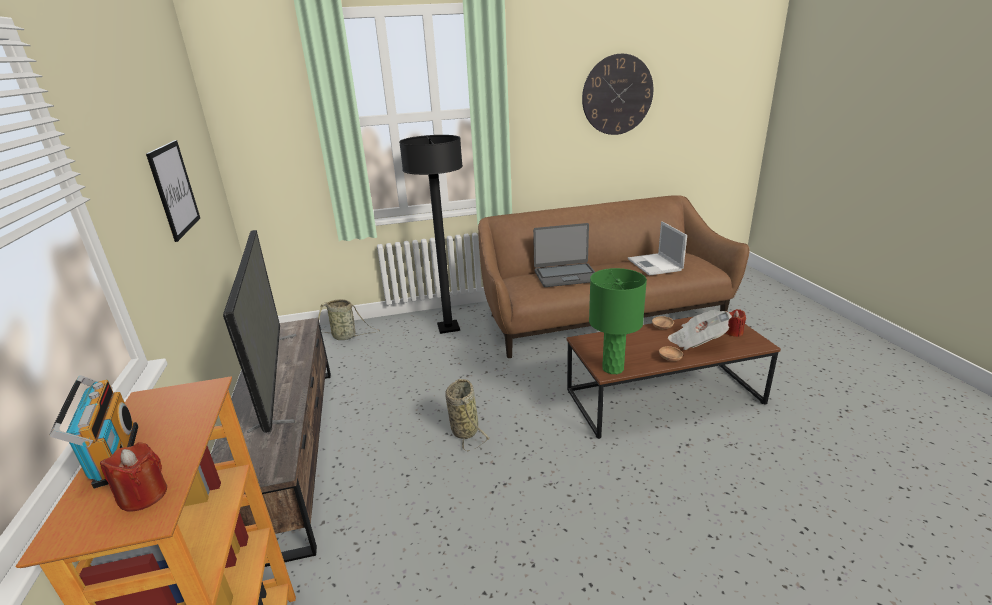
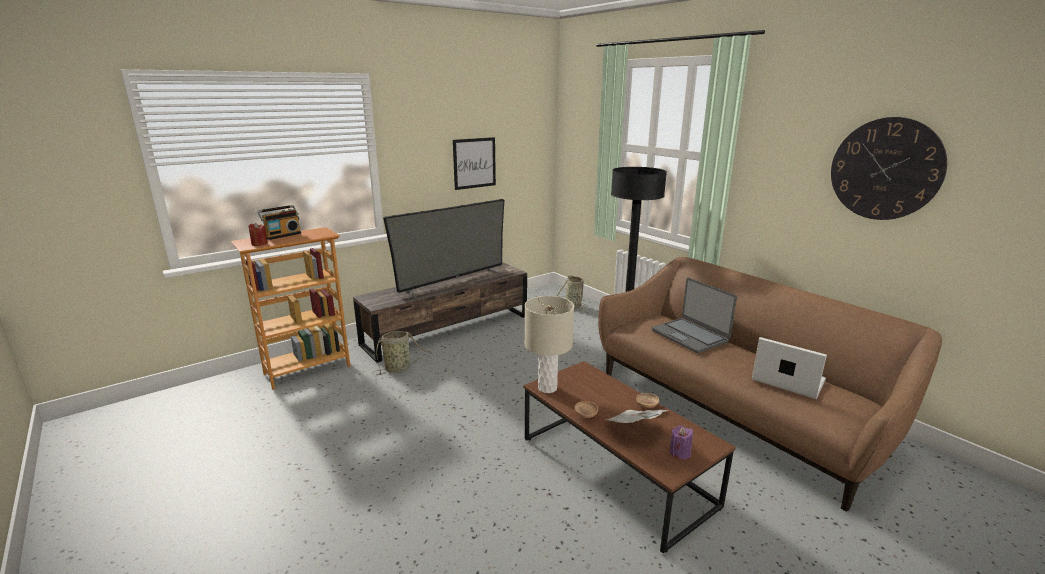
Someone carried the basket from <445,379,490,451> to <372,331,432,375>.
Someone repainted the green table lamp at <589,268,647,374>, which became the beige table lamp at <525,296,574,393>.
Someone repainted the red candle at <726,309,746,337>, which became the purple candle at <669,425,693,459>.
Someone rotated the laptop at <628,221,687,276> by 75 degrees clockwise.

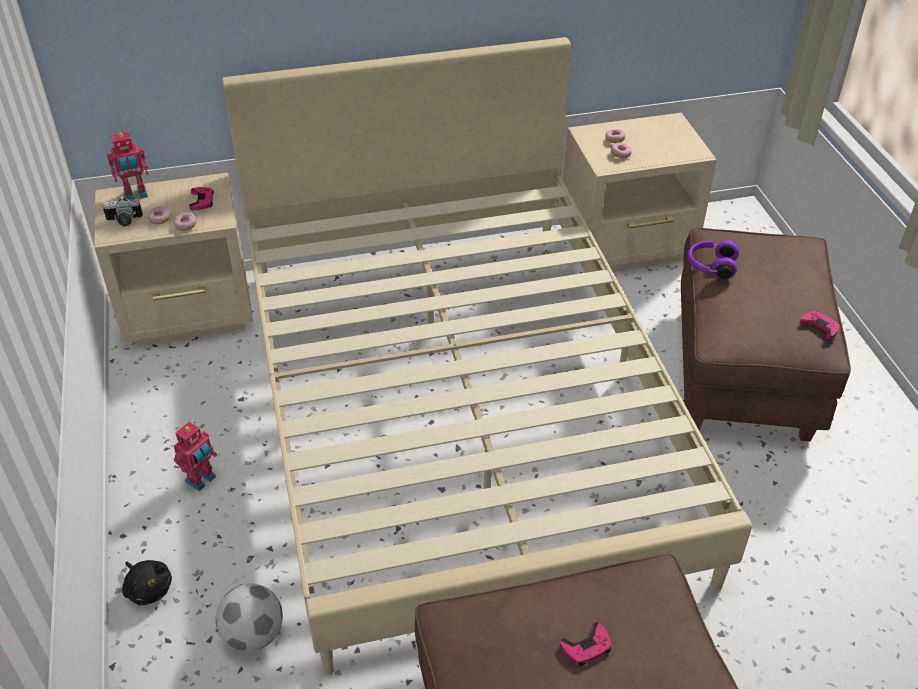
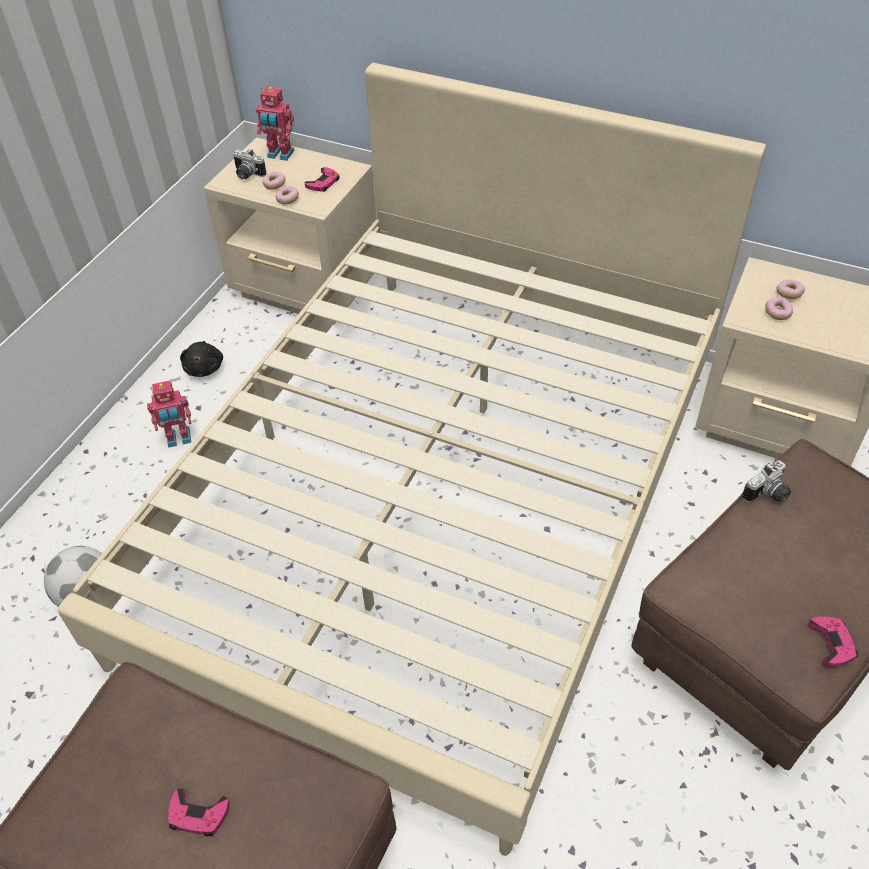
Someone carried the black plush toy from <122,560,172,605> to <180,341,223,377>.
Someone swapped the purple headphones at <687,240,739,279> for the photo camera at <742,460,791,503>.

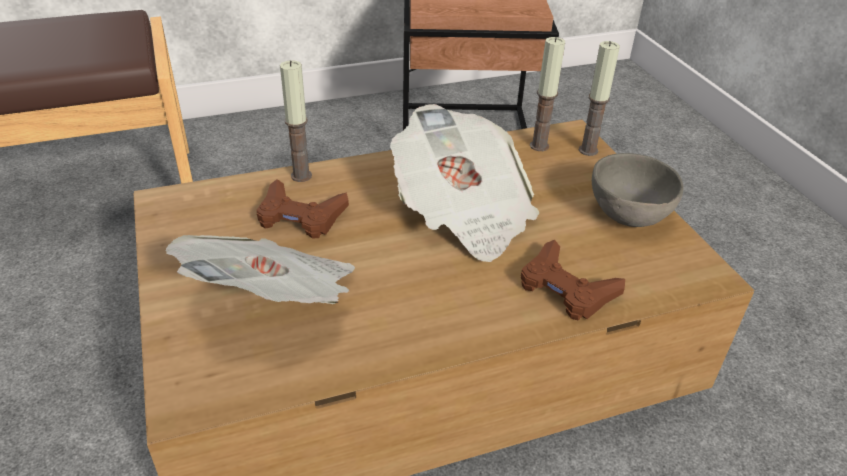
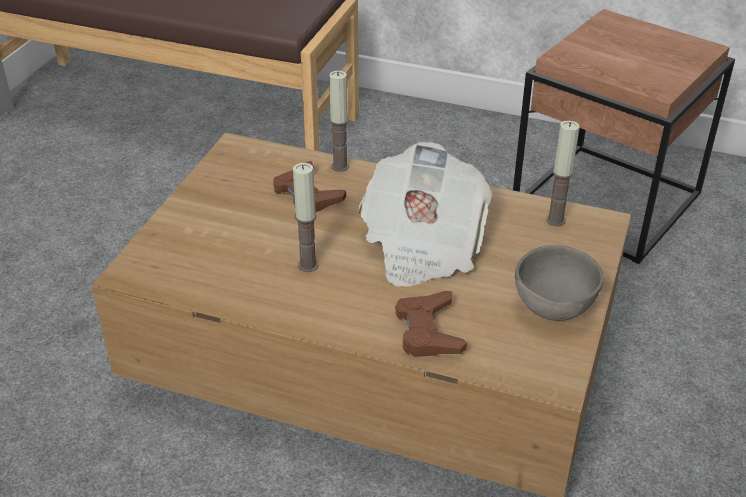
Someone carried the candle from <579,41,620,156> to <293,163,319,272>.
Someone took away the newspaper at <166,235,355,304>.

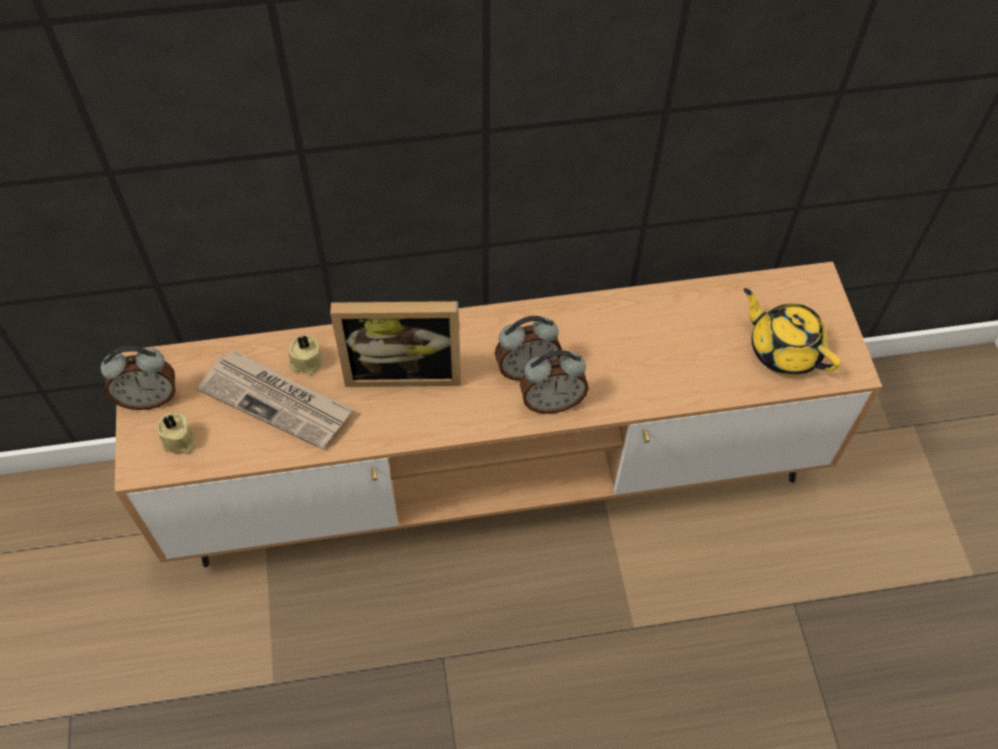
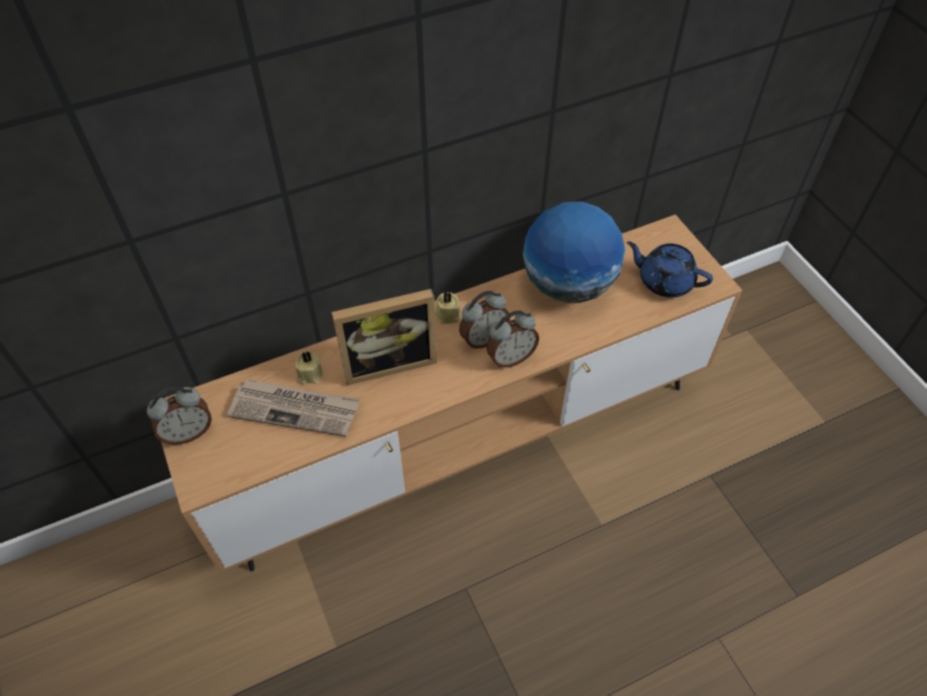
Someone carried the beige candle from <157,412,195,454> to <435,292,462,324>.
Someone put down the globe at <523,202,625,303>.
Someone repainted the yellow teapot at <744,288,841,375>, which became the blue teapot at <627,241,713,297>.

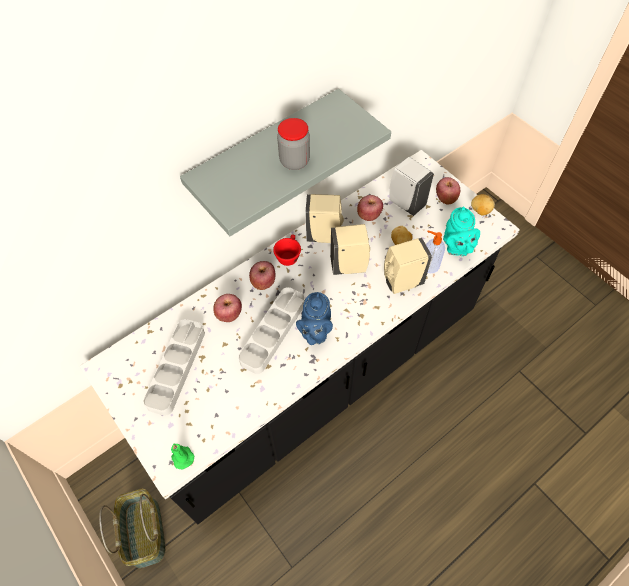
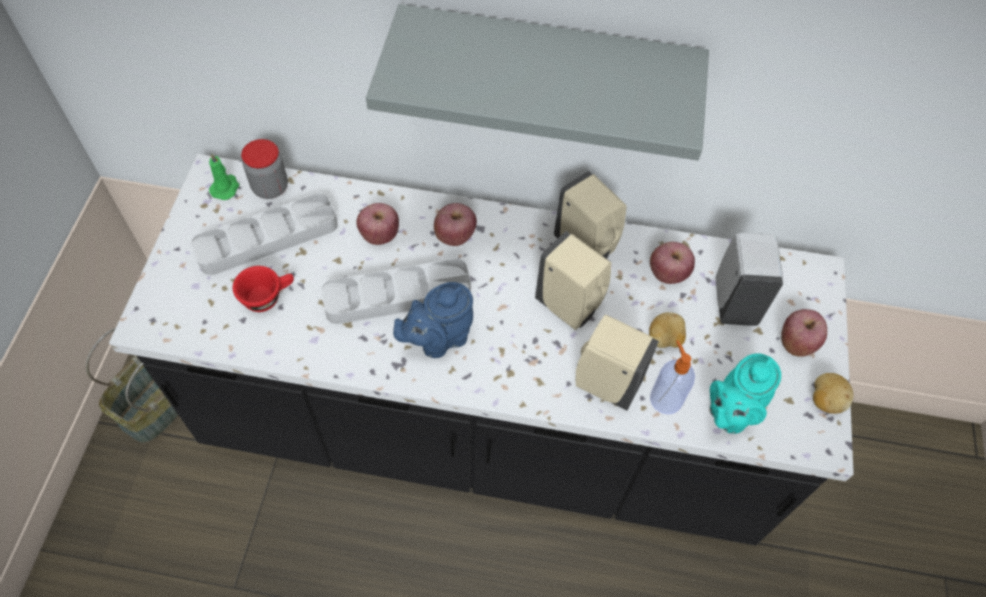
Someone carried the green candle from <171,444,194,469> to <209,153,239,200>.
Someone carried the red cup from <273,234,301,266> to <233,266,294,312>.
Someone carried the jar from <277,118,310,170> to <241,139,288,199>.

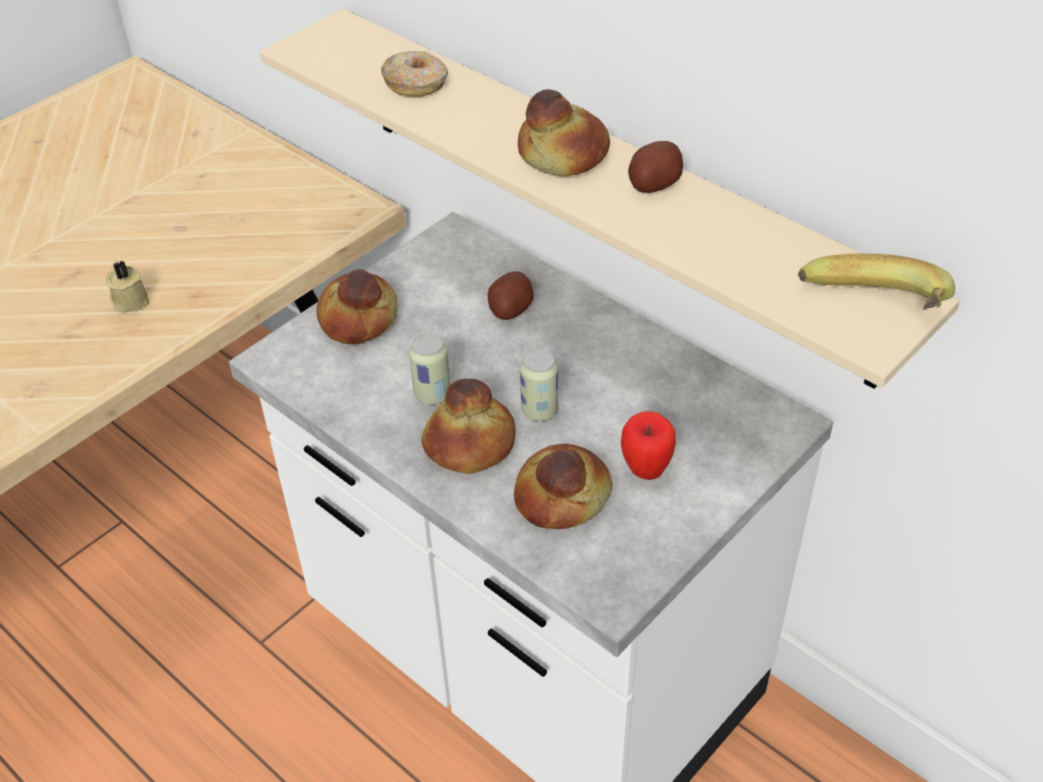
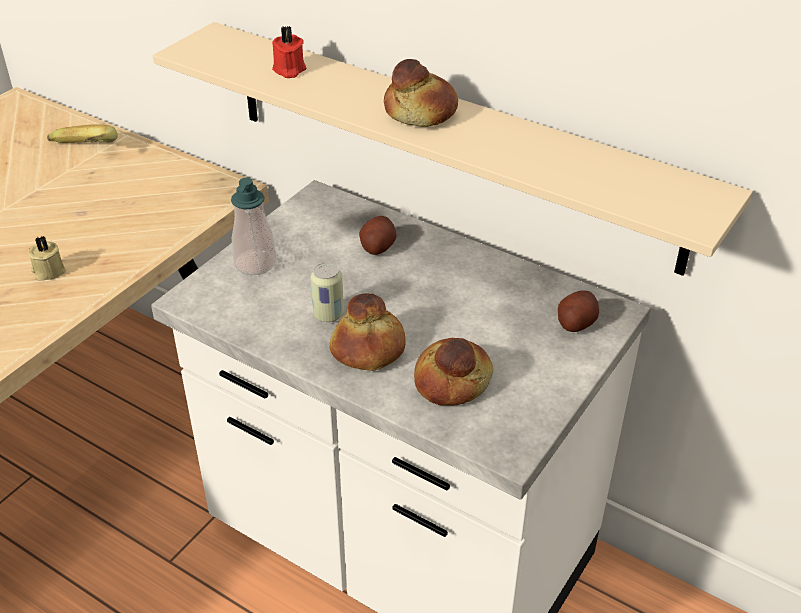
Someone carried the banana from <798,253,955,310> to <47,124,118,143>.
Someone swapped the bread at <316,269,398,344> for the soap dispenser at <231,178,276,275>.
Someone swapped the donut at <381,51,448,97> for the red candle at <272,25,306,78>.
Someone carried the potato from <628,141,683,193> to <558,290,599,332>.
Someone took away the can at <520,349,558,421>.
Someone took away the apple at <621,411,676,480>.

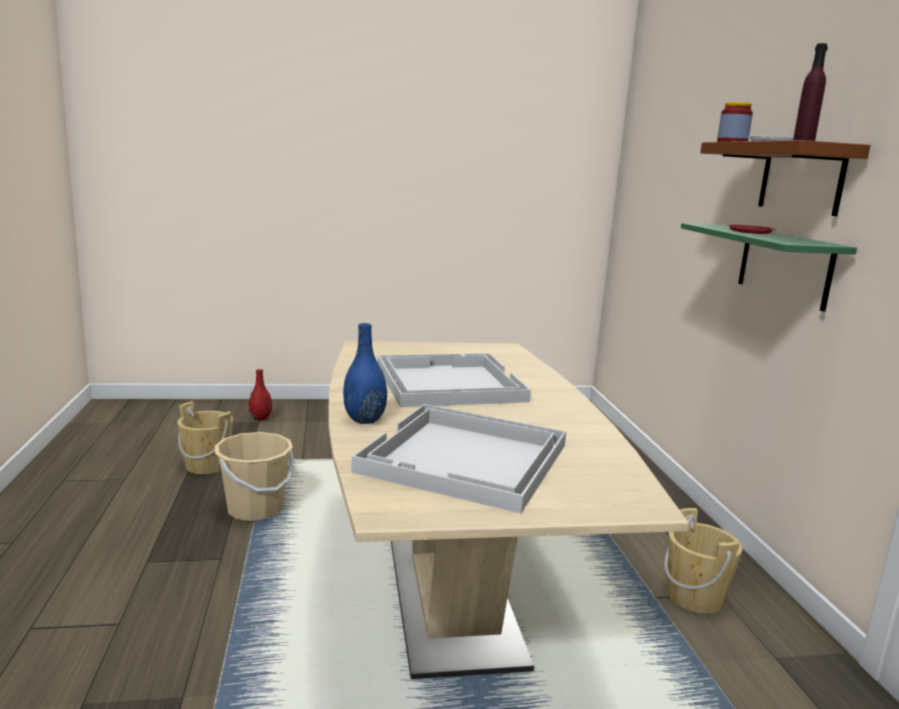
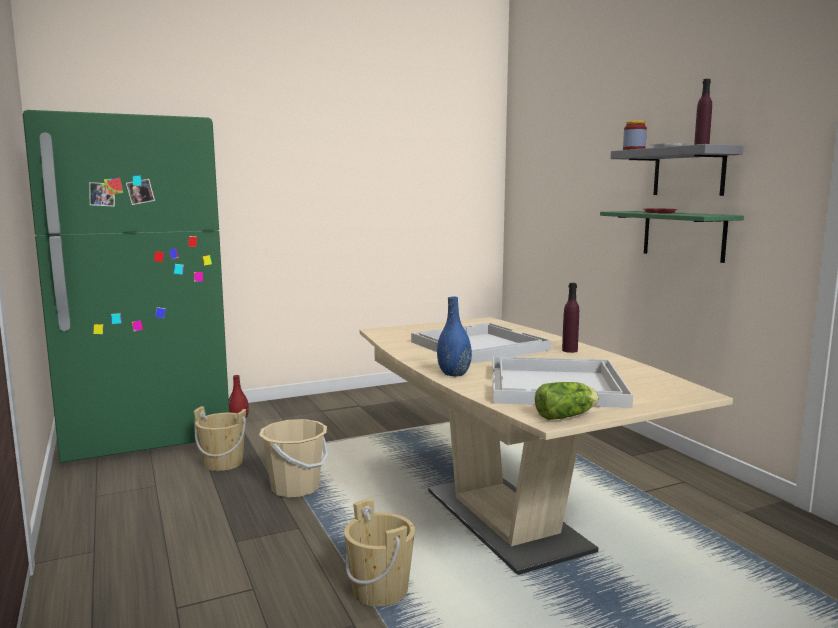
Someone put down the green fridge at <23,110,229,463>.
Someone carried the beige bucket from <665,508,742,614> to <344,498,415,606>.
Someone put down the lettuce at <535,382,599,420>.
Someone put down the purple bottle at <562,283,579,353>.
Someone repainted the brown shelf at <700,140,870,216>, which became the grey shelf at <611,144,743,196>.

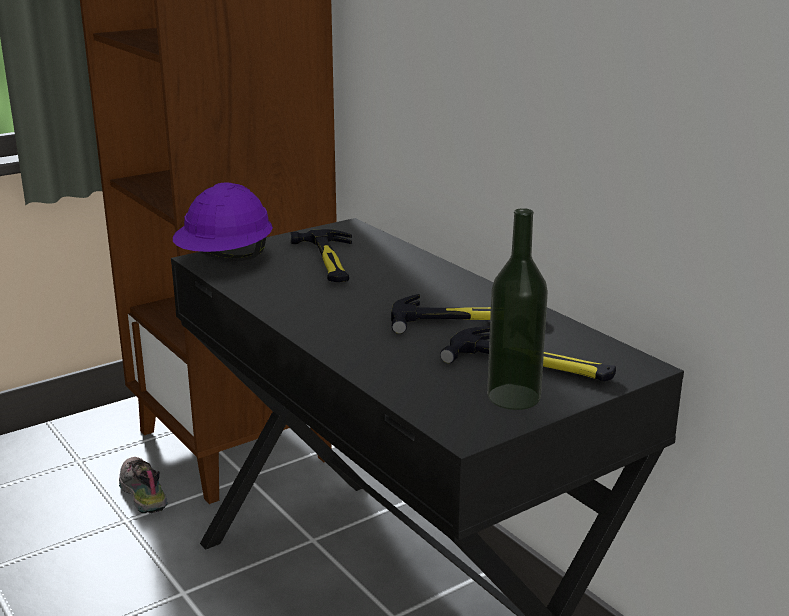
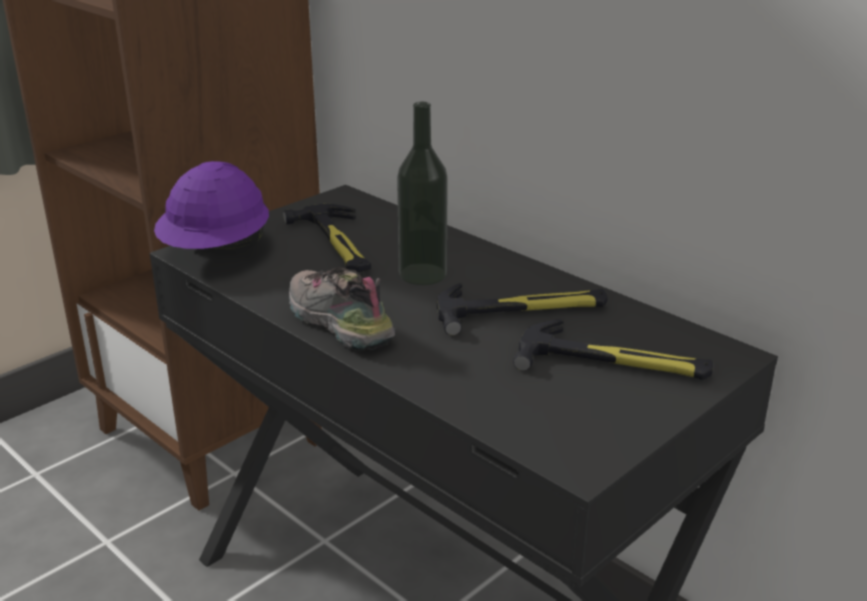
Someone carried the shoe from <119,457,168,513> to <289,267,395,351>.
Someone carried the bottle from <487,208,548,410> to <397,102,448,285>.

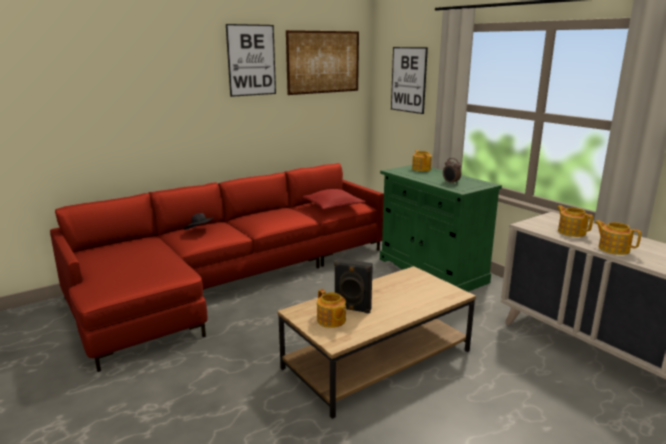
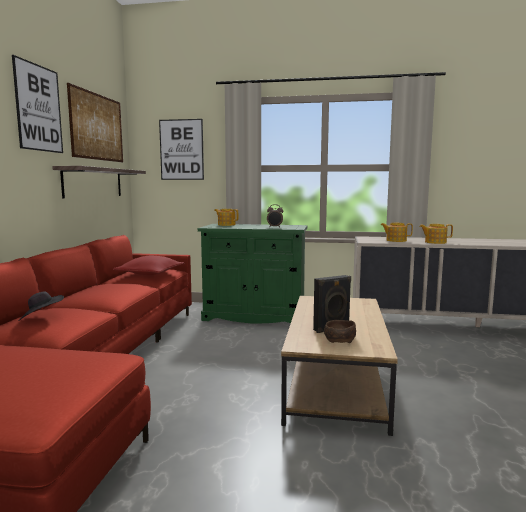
Someone put up the shelf at <52,166,146,198>.
Someone swapped the teapot at <317,289,346,328> for the brown bowl at <324,320,356,343>.

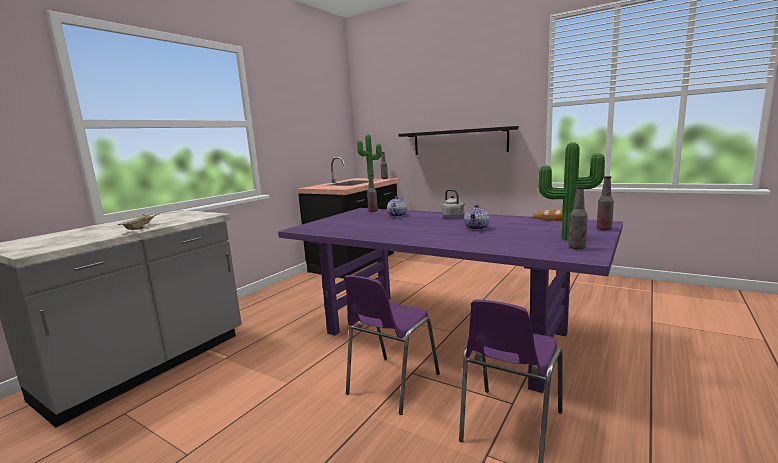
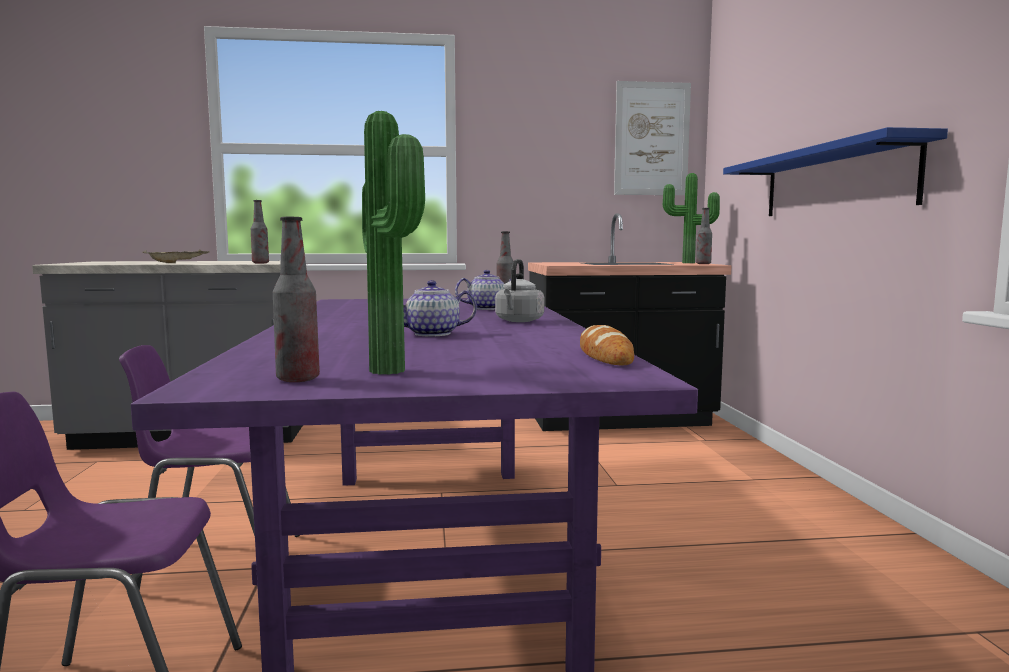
Someone carried the bottle from <597,176,614,230> to <251,200,269,263>.
Someone put up the picture at <614,81,691,195>.
Someone repainted the black shelf at <398,126,519,155>, which became the blue shelf at <723,127,948,216>.

